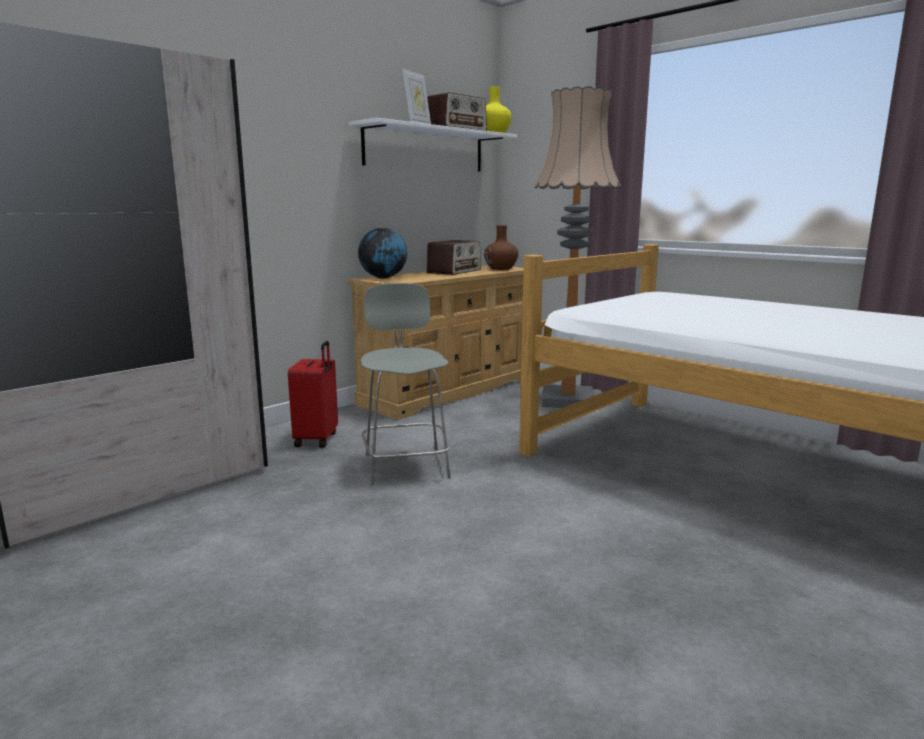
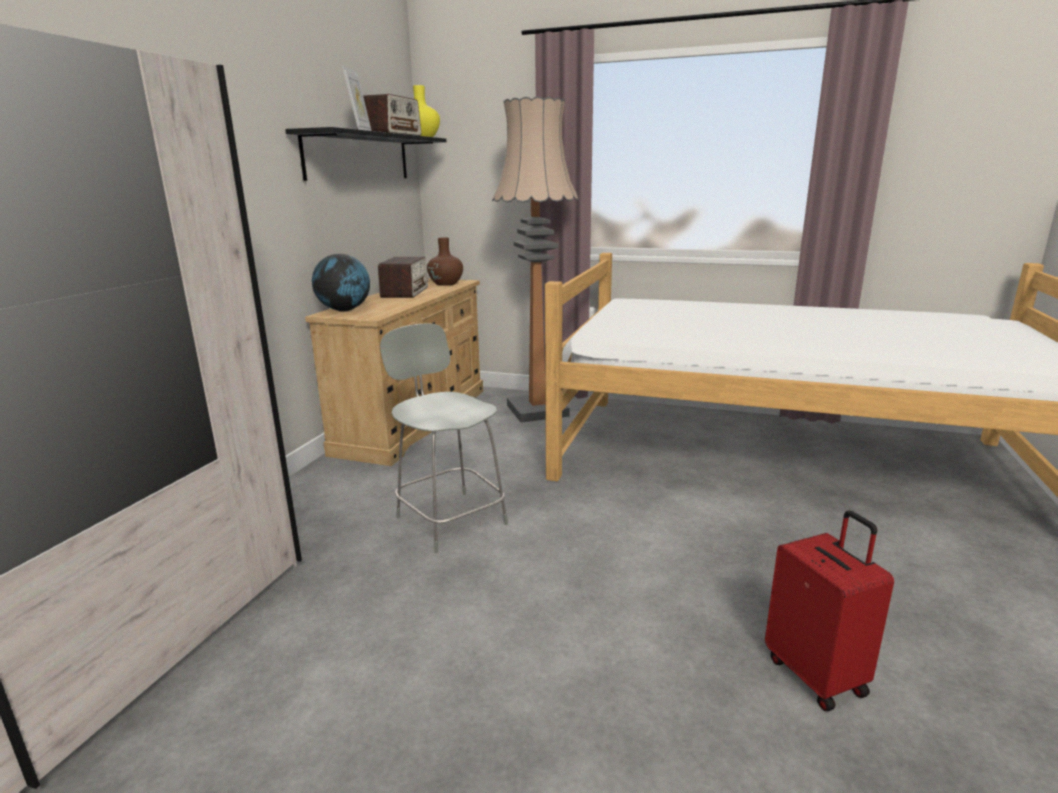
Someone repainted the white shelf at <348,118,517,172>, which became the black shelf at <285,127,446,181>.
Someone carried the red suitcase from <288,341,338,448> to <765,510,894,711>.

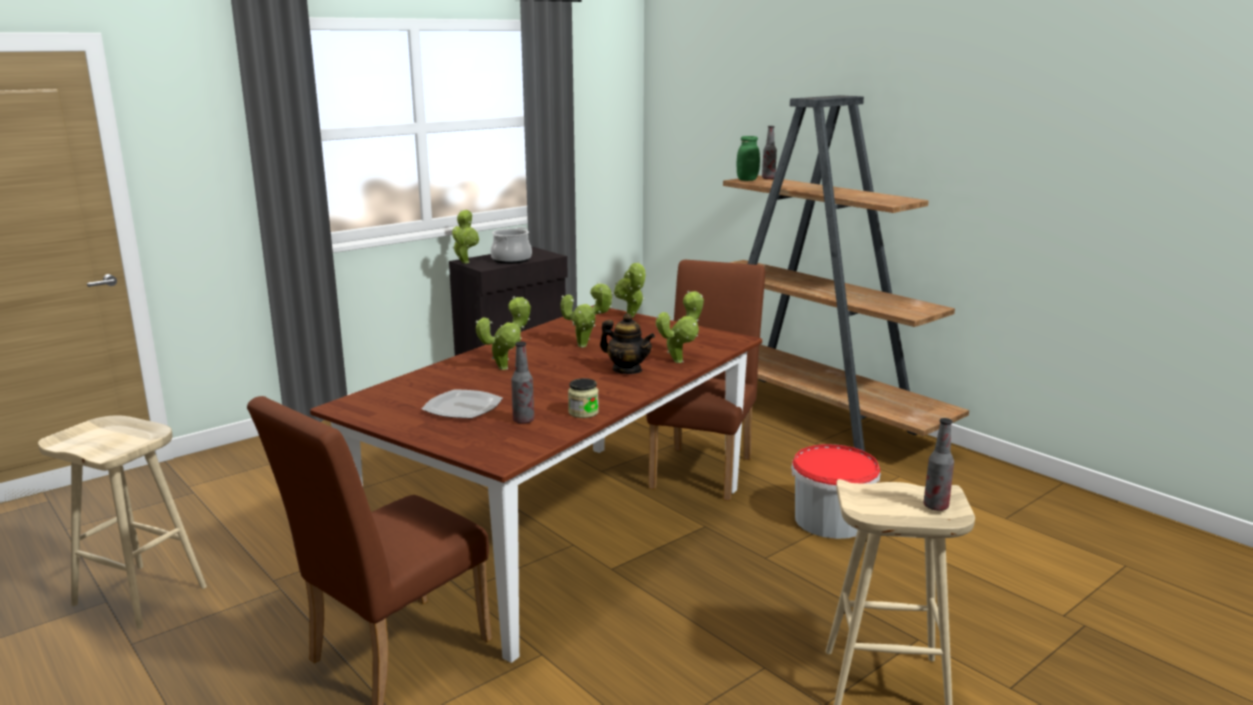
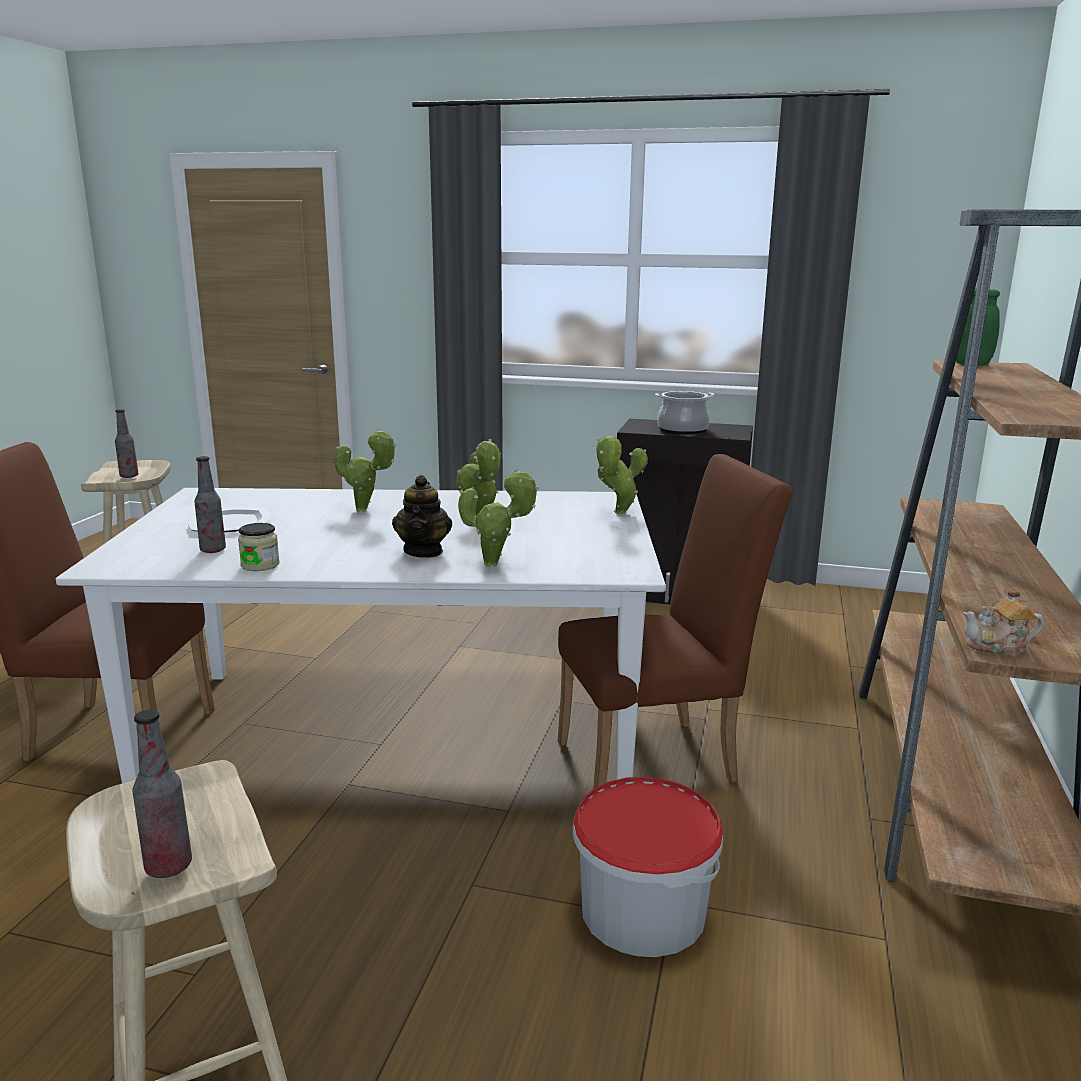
Someone repainted the brown dining table at <310,305,762,663>, which became the white dining table at <56,488,666,784>.
Someone carried the bottle from <762,126,777,179> to <115,409,139,478>.
Someone put down the teapot at <963,587,1044,656>.
Someone took away the potted plant at <452,210,479,264>.

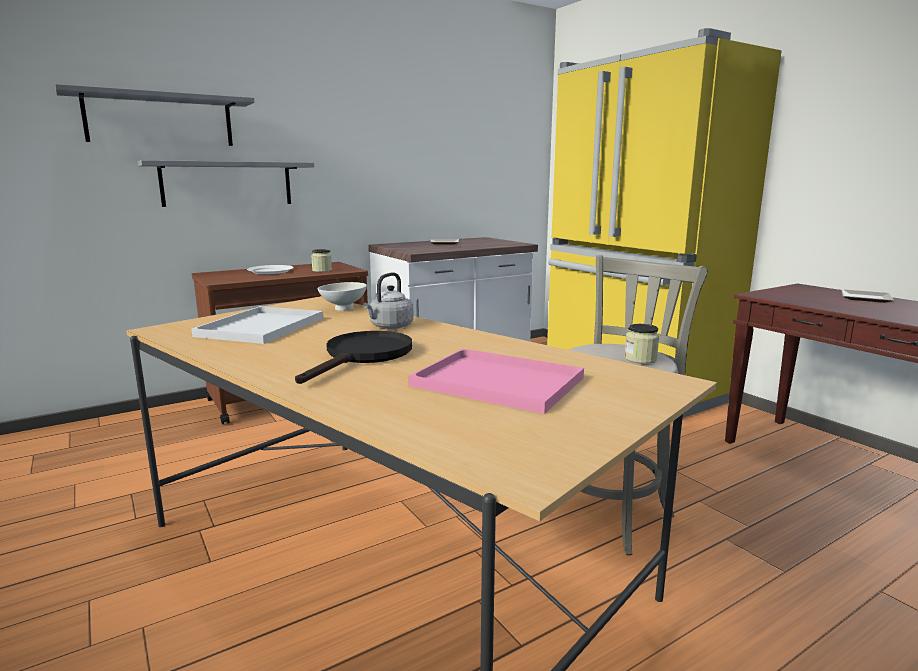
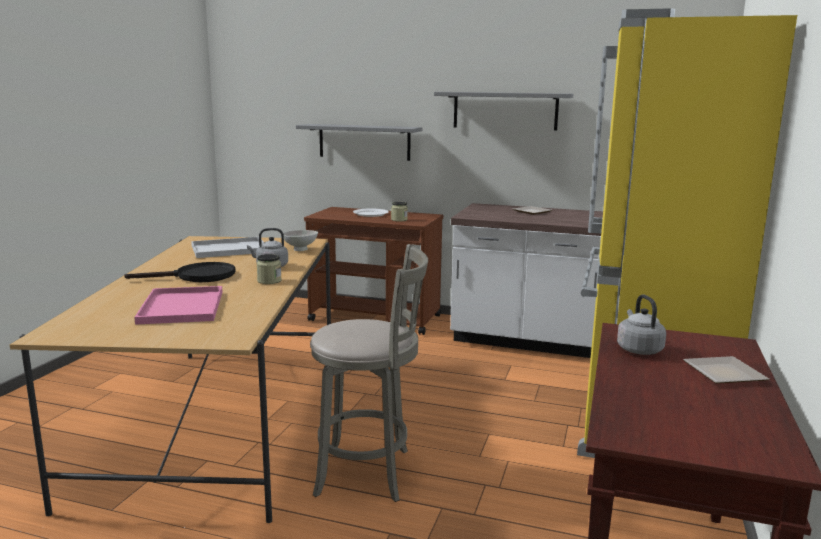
Someone carried the jar from <624,324,659,364> to <256,254,282,284>.
Someone carried the grey shelf from <55,84,255,146> to <434,92,573,131>.
Someone put down the grey kettle at <617,294,666,355>.

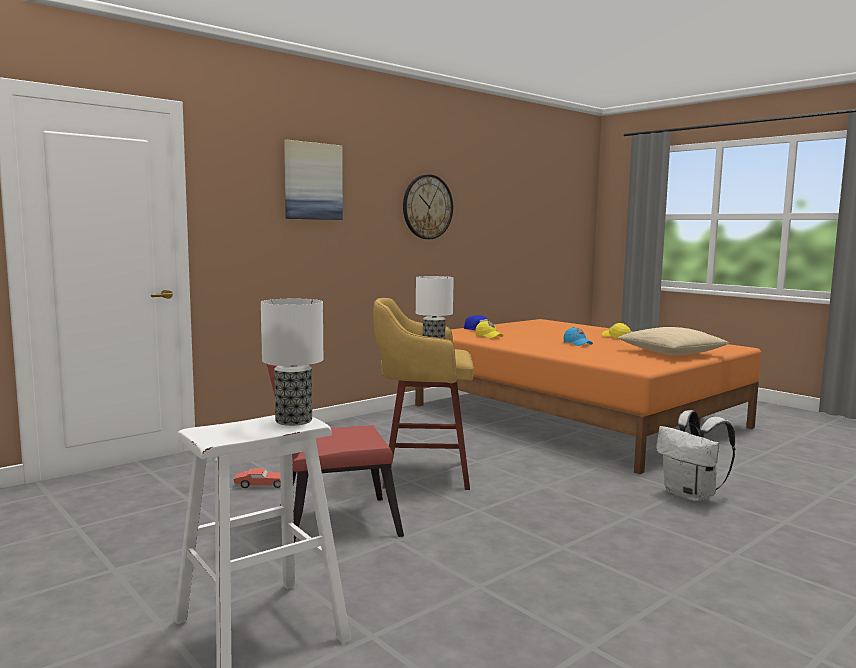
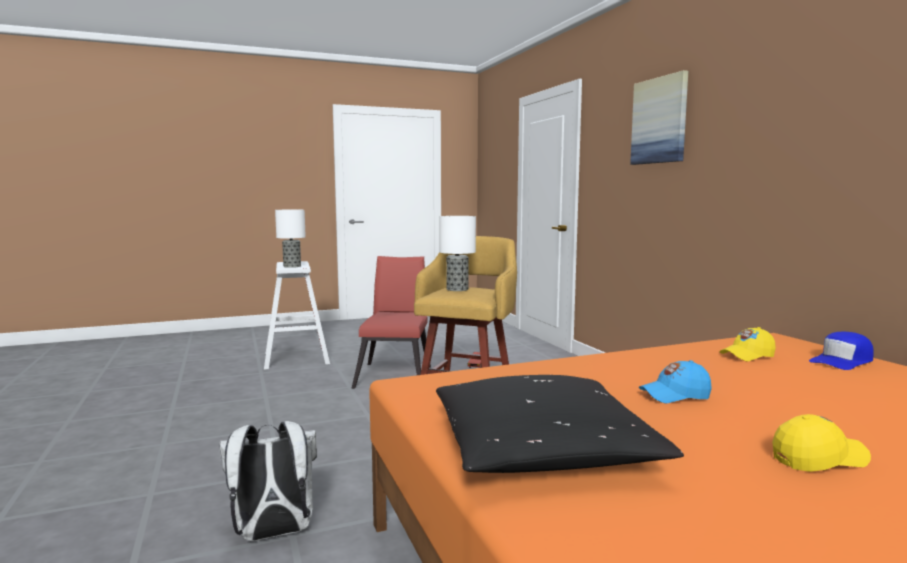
Someone repainted the beige pillow at <618,327,729,355>, which became the black pillow at <436,375,684,473>.
Someone took away the wall clock at <403,174,453,239>.

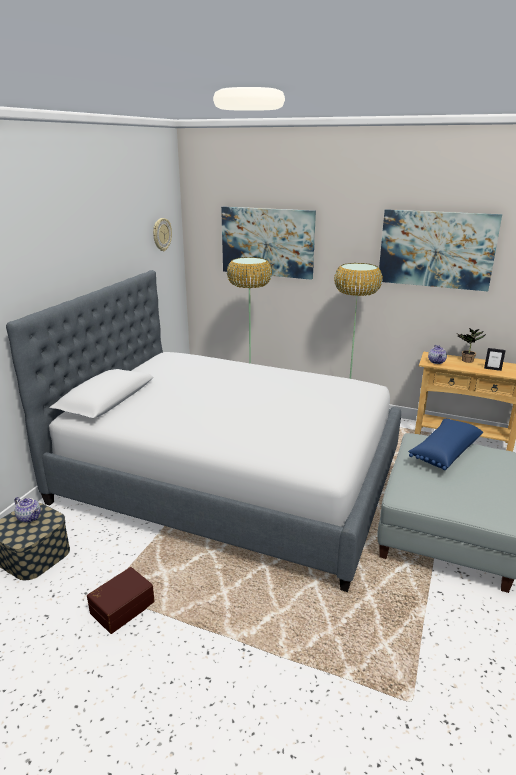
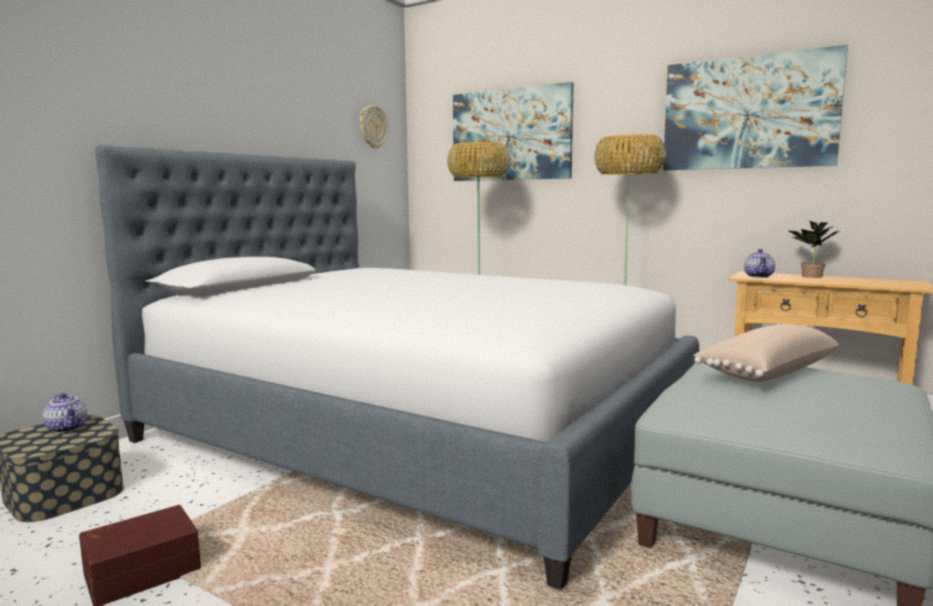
Someone repainted the blue pillow at <408,419,483,470>, which became the beige pillow at <693,324,839,382>.
Someone took away the picture frame at <484,348,506,371>.

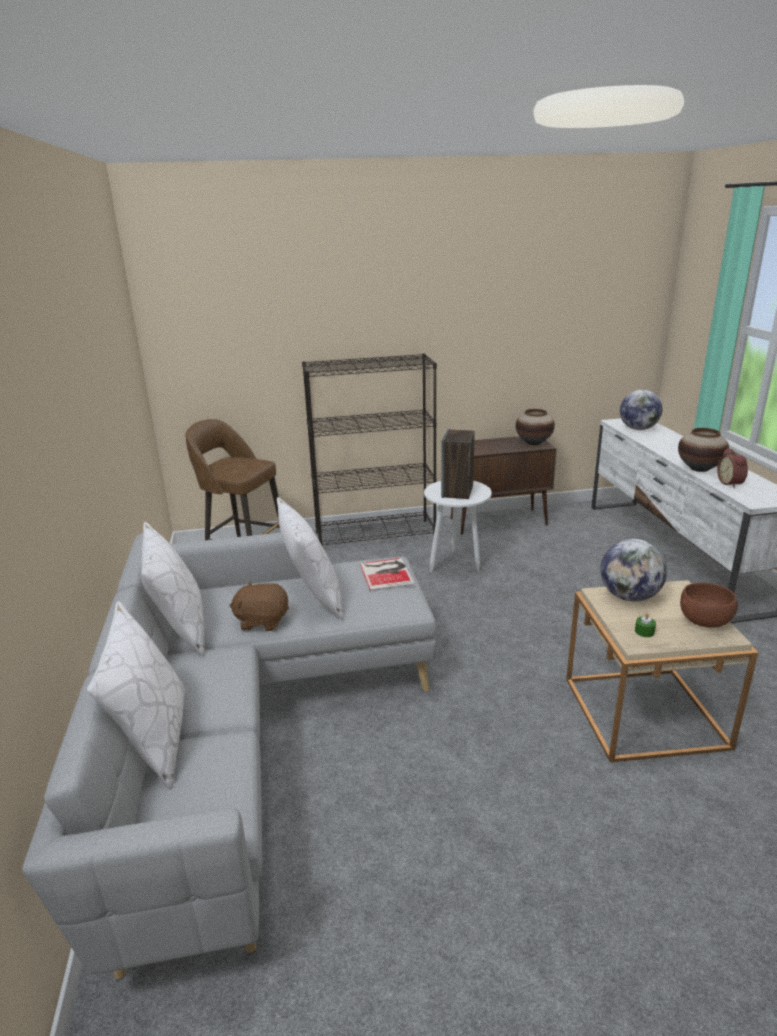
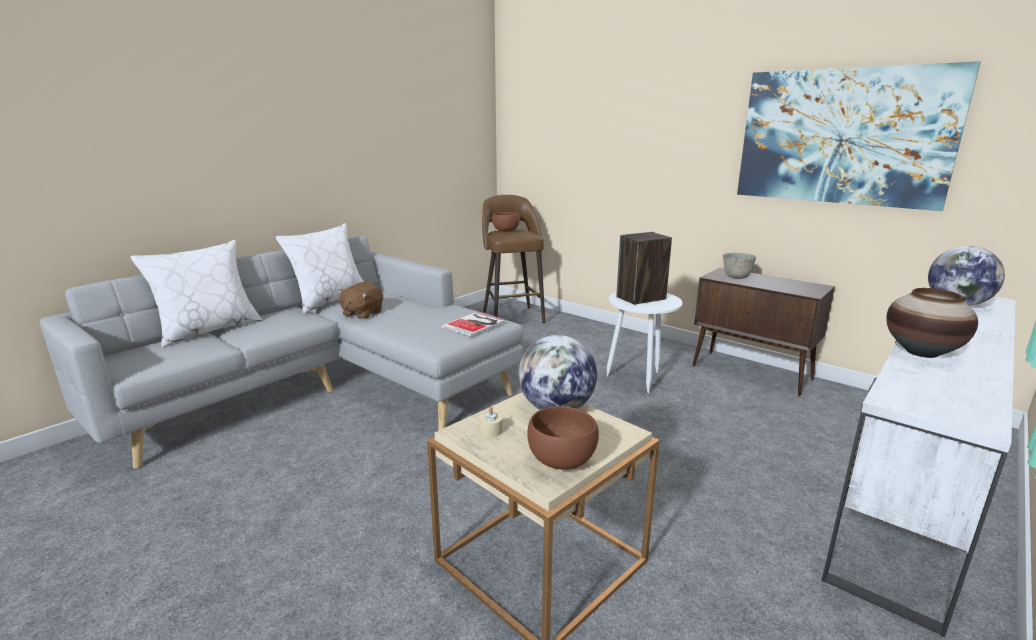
Someone rotated the brown plush toy at <229,581,289,631> by 120 degrees counterclockwise.
Someone repainted the green candle at <635,613,656,637>, which became the beige candle at <479,407,503,437>.
Someone put down the brown bowl at <491,212,520,232>.
Someone put down the grey bowl at <723,253,756,279>.
Someone put up the picture at <737,61,981,211>.
Someone took away the white pillow at <277,497,344,619>.
Someone took away the black bookcase at <302,354,437,546>.
Someone took away the vase at <516,409,555,445>.
Someone took away the alarm clock at <717,448,748,488>.

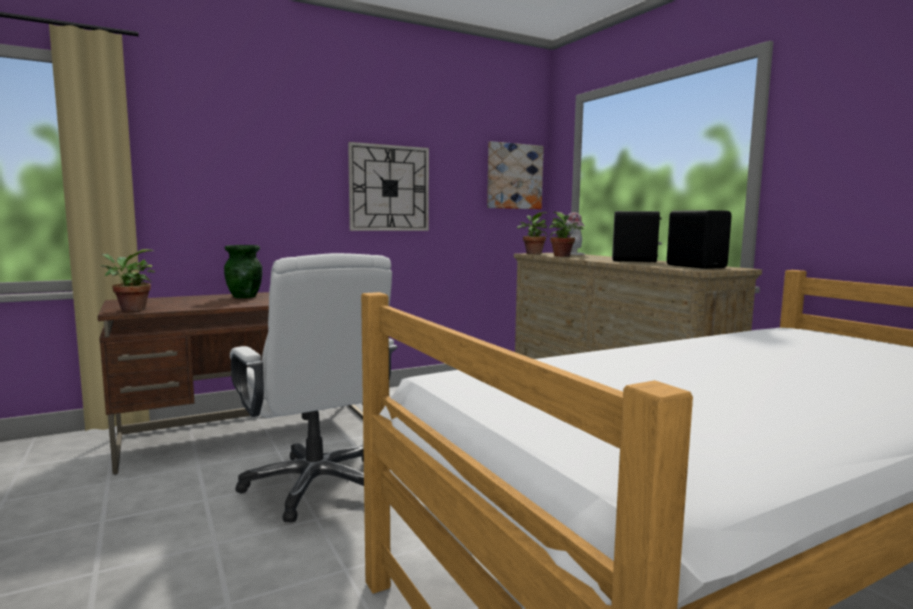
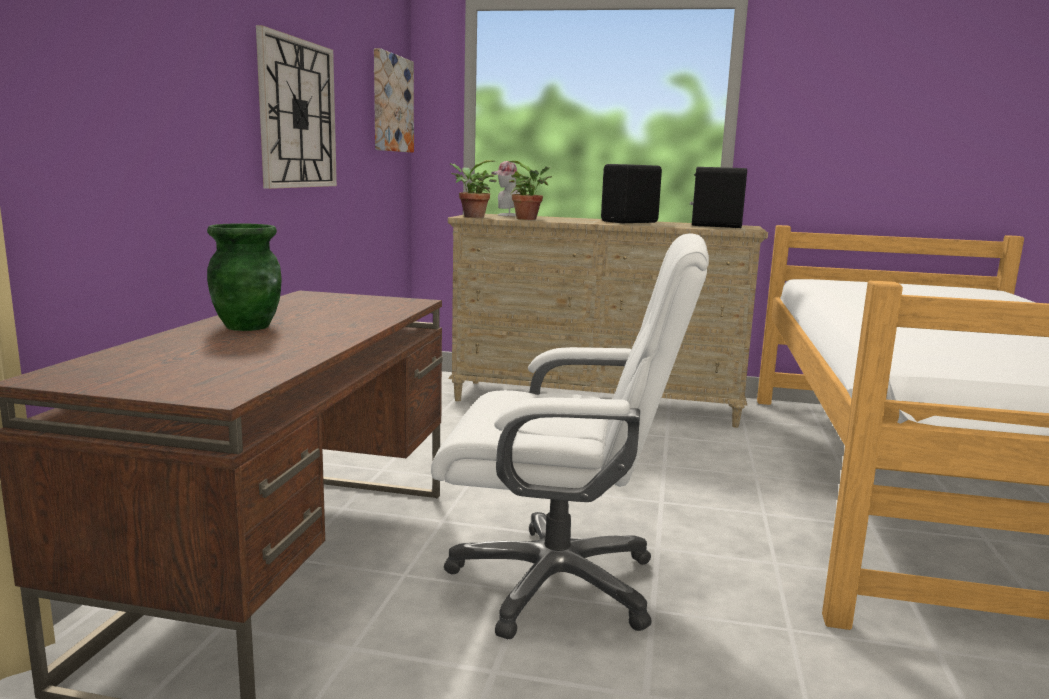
Someone took away the potted plant at <100,249,155,312>.

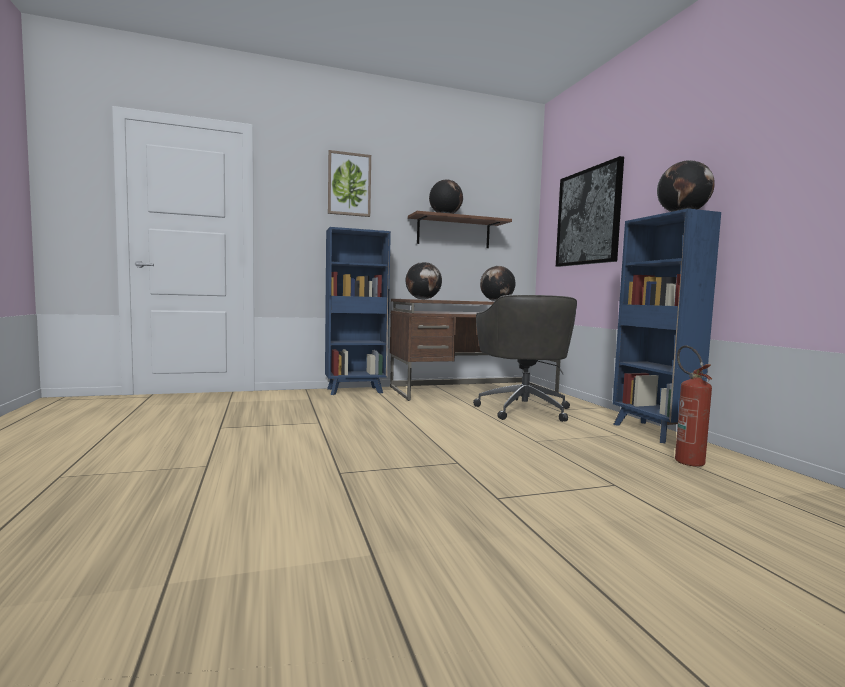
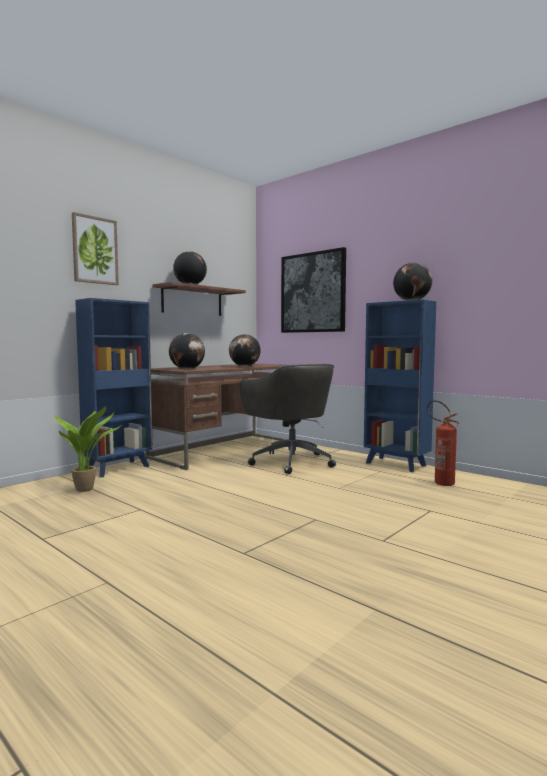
Someone put down the potted plant at <55,406,121,492>.

